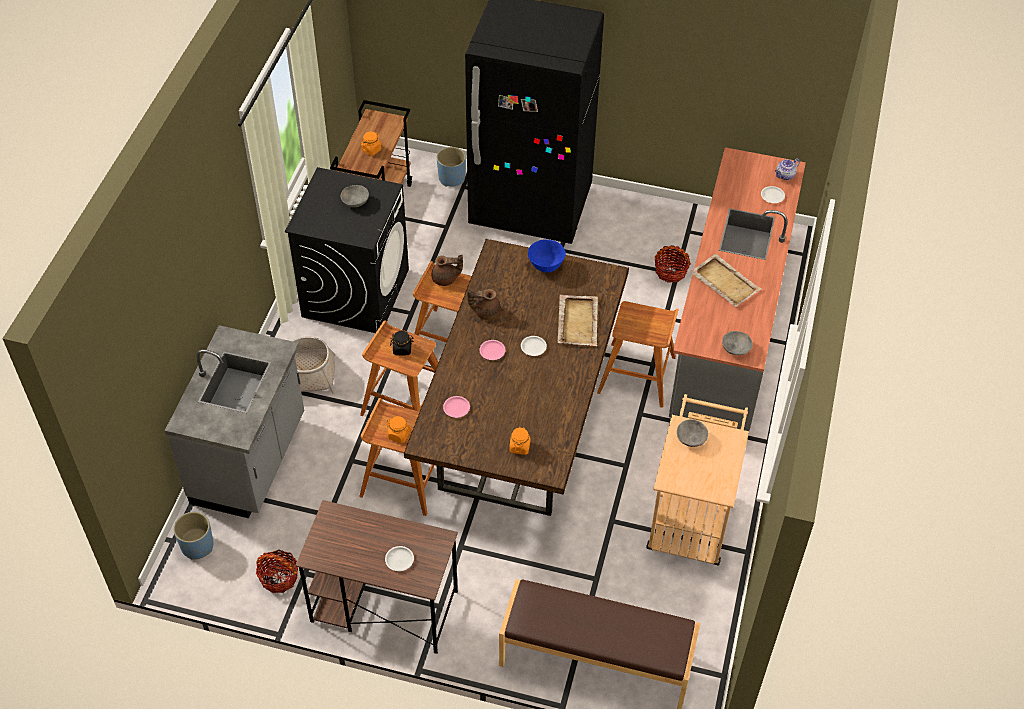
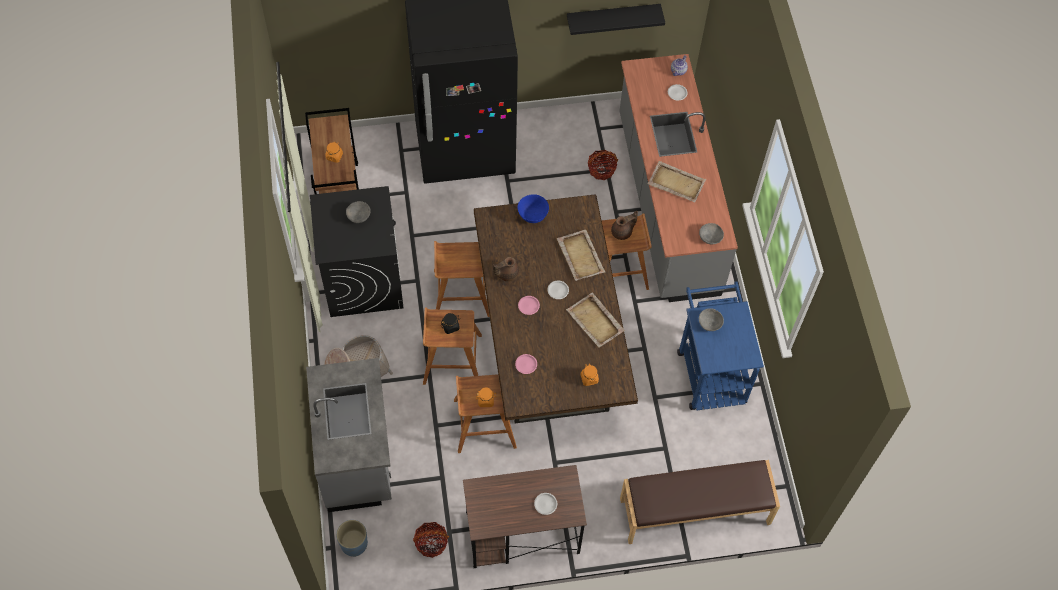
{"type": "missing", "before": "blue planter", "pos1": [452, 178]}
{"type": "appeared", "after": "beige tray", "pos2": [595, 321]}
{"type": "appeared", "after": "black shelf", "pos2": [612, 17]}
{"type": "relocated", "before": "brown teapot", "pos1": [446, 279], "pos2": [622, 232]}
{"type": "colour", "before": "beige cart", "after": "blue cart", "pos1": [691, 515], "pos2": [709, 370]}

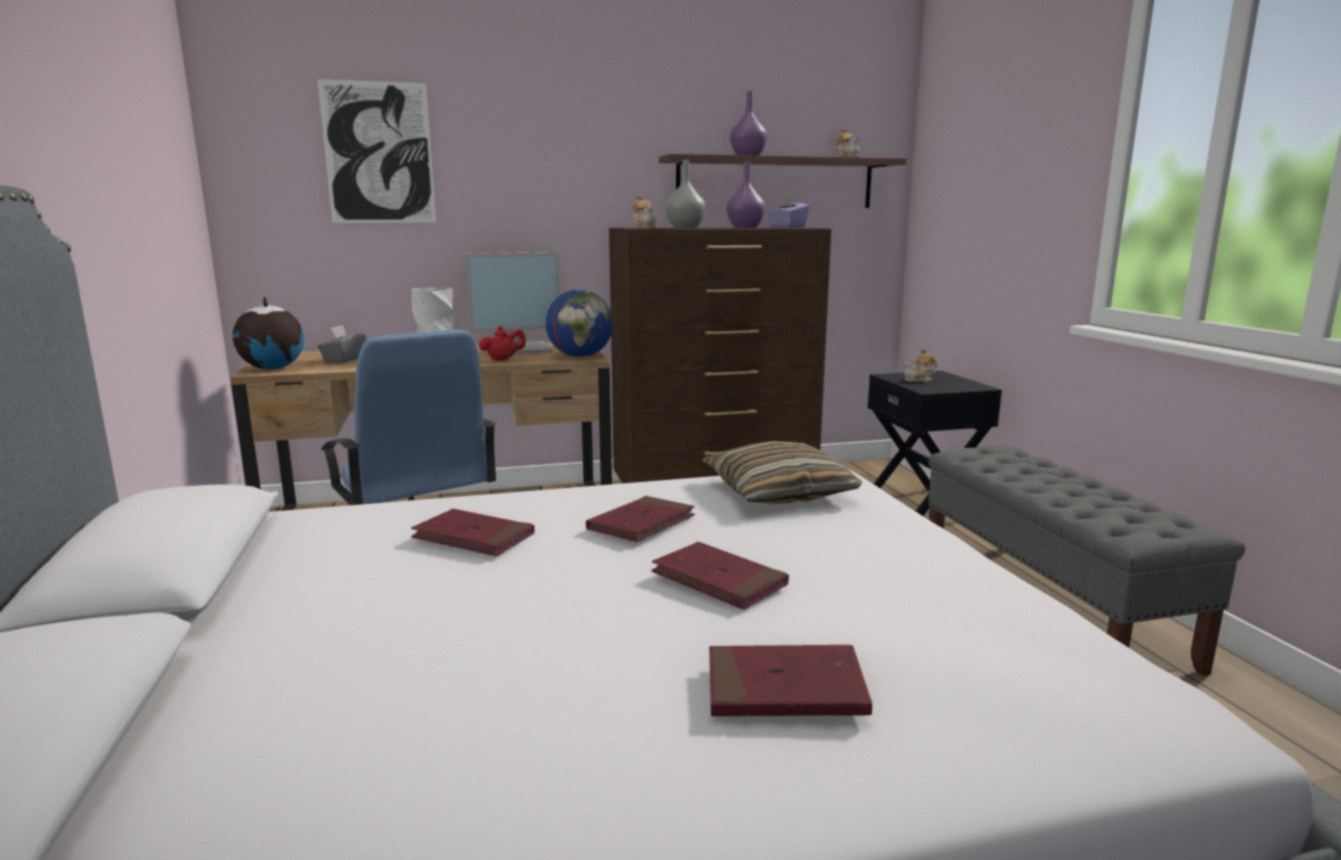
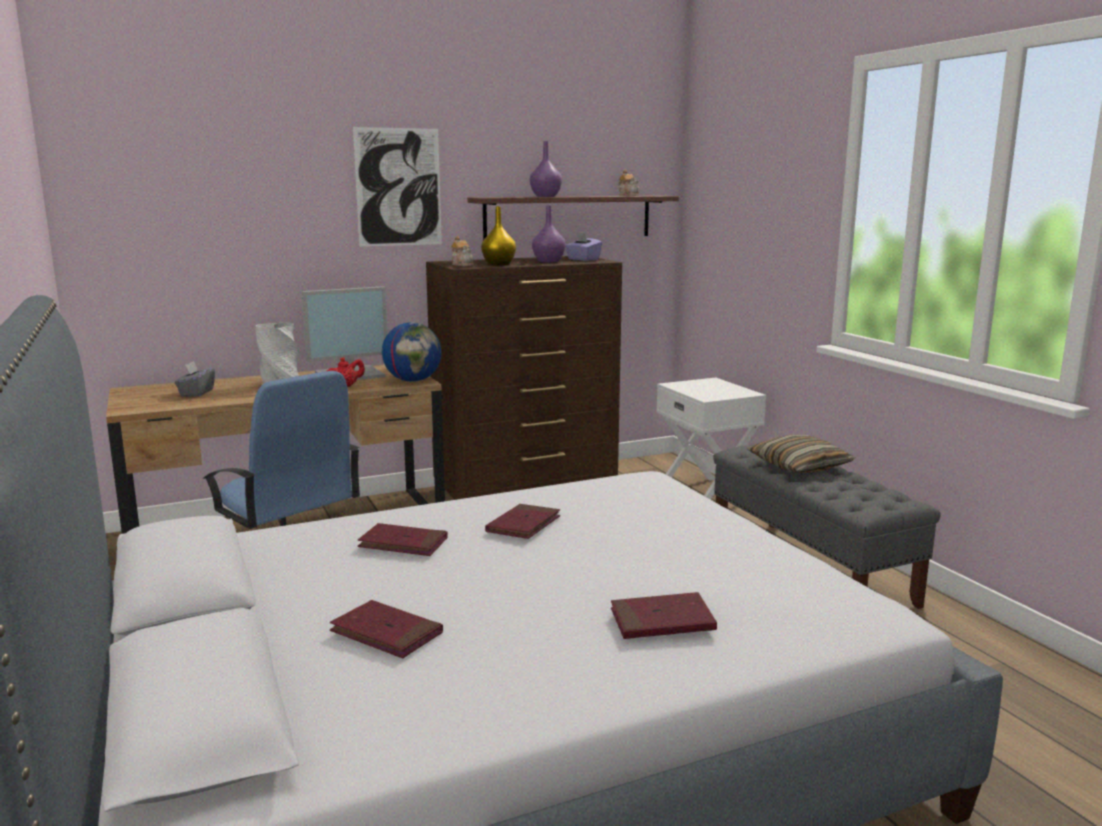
{"type": "missing", "before": "globe", "pos1": [272, 369]}
{"type": "missing", "before": "teapot", "pos1": [919, 380]}
{"type": "relocated", "before": "picture", "pos1": [379, 153], "pos2": [398, 187]}
{"type": "relocated", "before": "red book", "pos1": [719, 580], "pos2": [386, 633]}
{"type": "relocated", "before": "pillow", "pos1": [778, 492], "pos2": [799, 466]}
{"type": "colour", "before": "grey vase", "after": "yellow vase", "pos1": [684, 228], "pos2": [498, 264]}
{"type": "colour", "before": "black nightstand", "after": "white nightstand", "pos1": [923, 506], "pos2": [706, 494]}

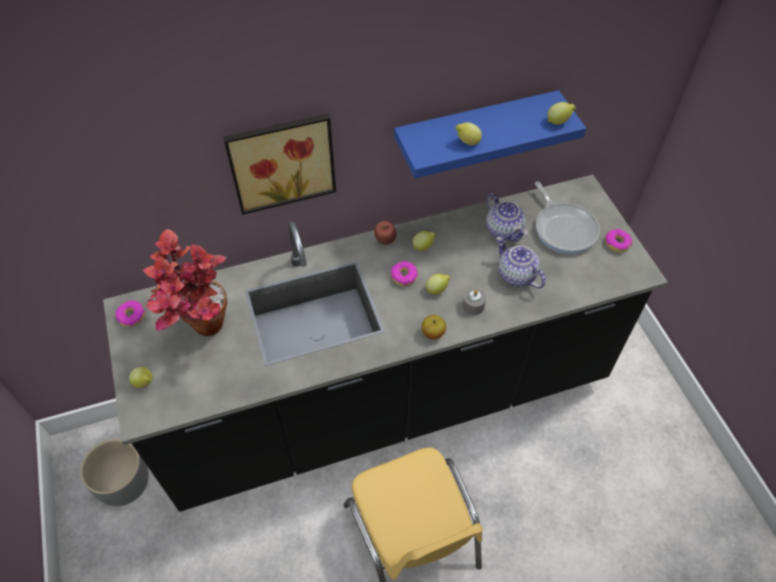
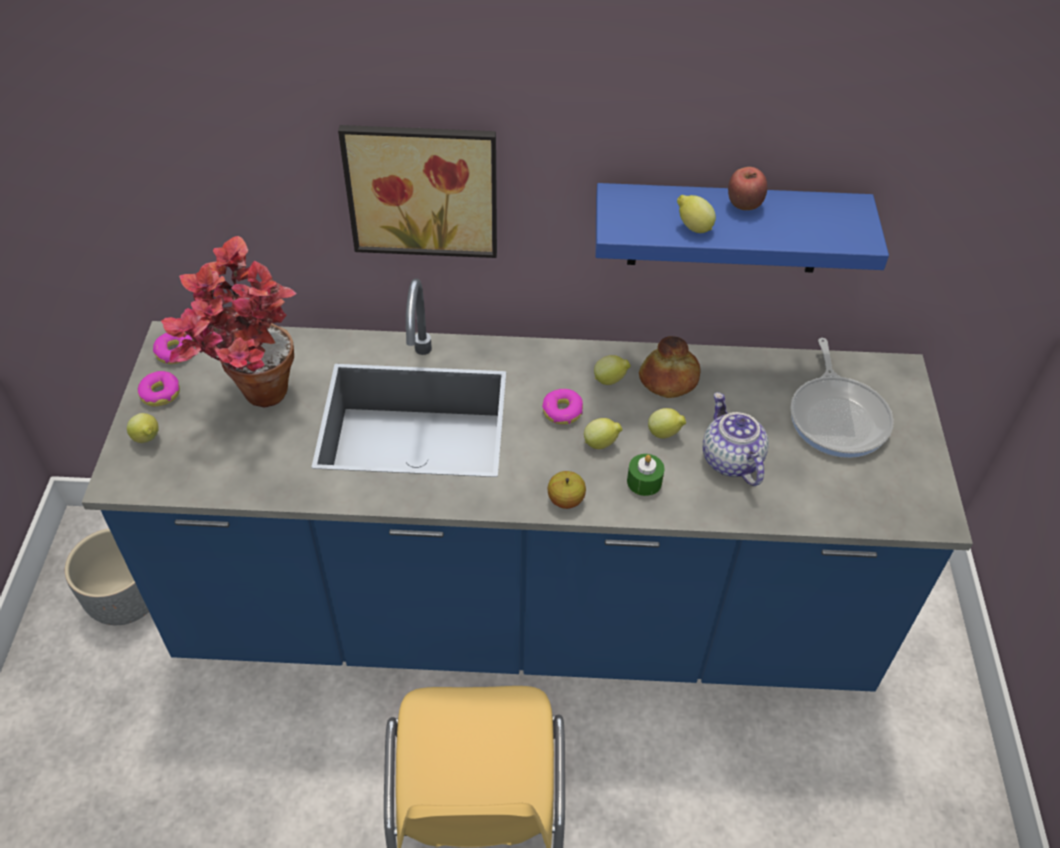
{"type": "missing", "before": "teapot", "pos1": [504, 230]}
{"type": "appeared", "after": "bread", "pos2": [669, 379]}
{"type": "relocated", "before": "apple", "pos1": [385, 240], "pos2": [744, 206]}
{"type": "relocated", "before": "lemon", "pos1": [558, 122], "pos2": [665, 434]}
{"type": "relocated", "before": "donut", "pos1": [617, 243], "pos2": [160, 393]}
{"type": "colour", "before": "black counter", "after": "blue counter", "pos1": [388, 402], "pos2": [525, 615]}
{"type": "colour", "before": "grey candle", "after": "green candle", "pos1": [473, 305], "pos2": [644, 481]}

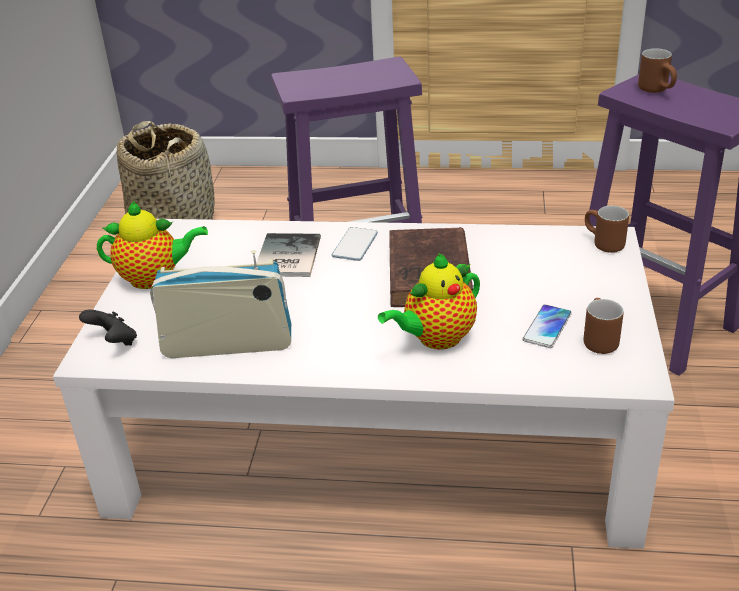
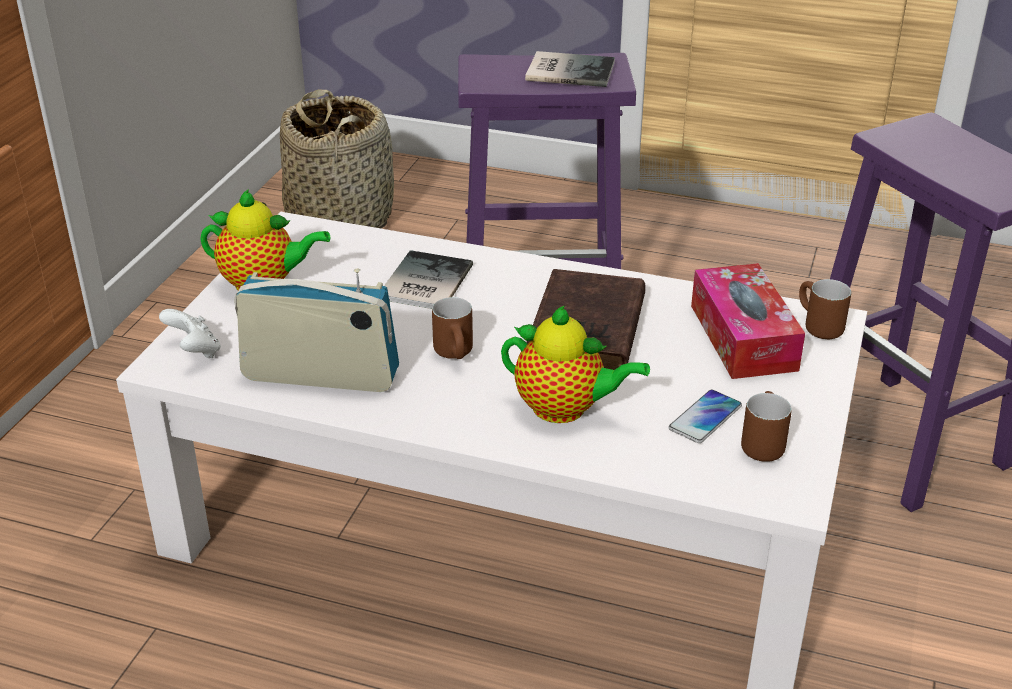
{"type": "missing", "before": "phone", "pos1": [355, 245]}
{"type": "appeared", "after": "book", "pos2": [568, 70]}
{"type": "appeared", "after": "tissue box", "pos2": [743, 337]}
{"type": "relocated", "before": "brown mug", "pos1": [658, 90], "pos2": [457, 354]}
{"type": "colour", "before": "black game controller", "after": "white game controller", "pos1": [114, 342], "pos2": [195, 351]}
{"type": "spun", "before": "teapot", "pos1": [436, 339], "pos2": [565, 409], "turn": -135}

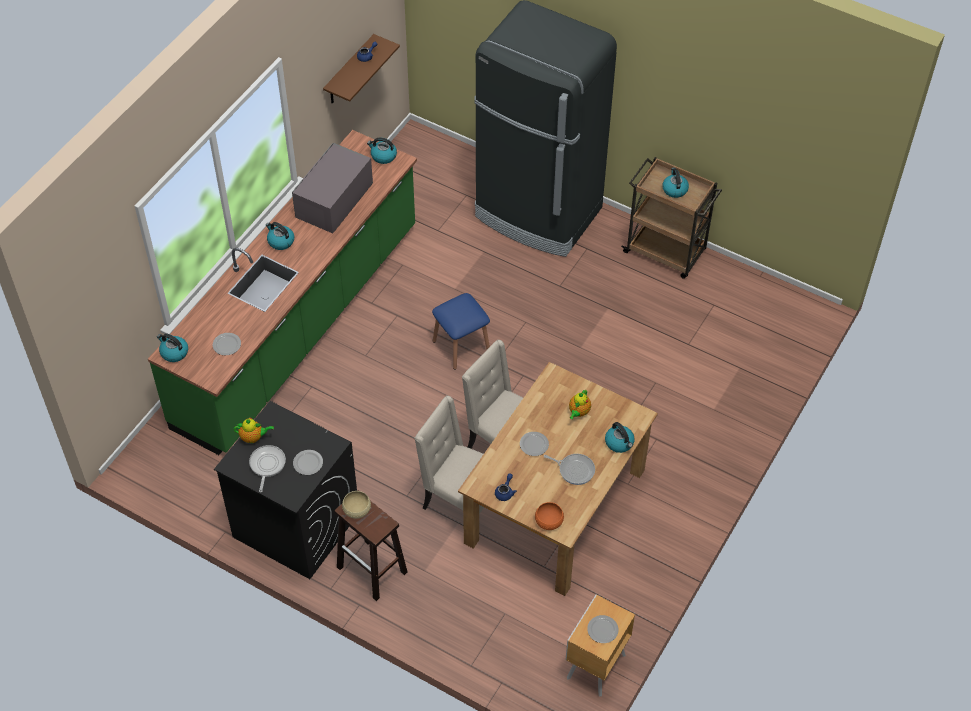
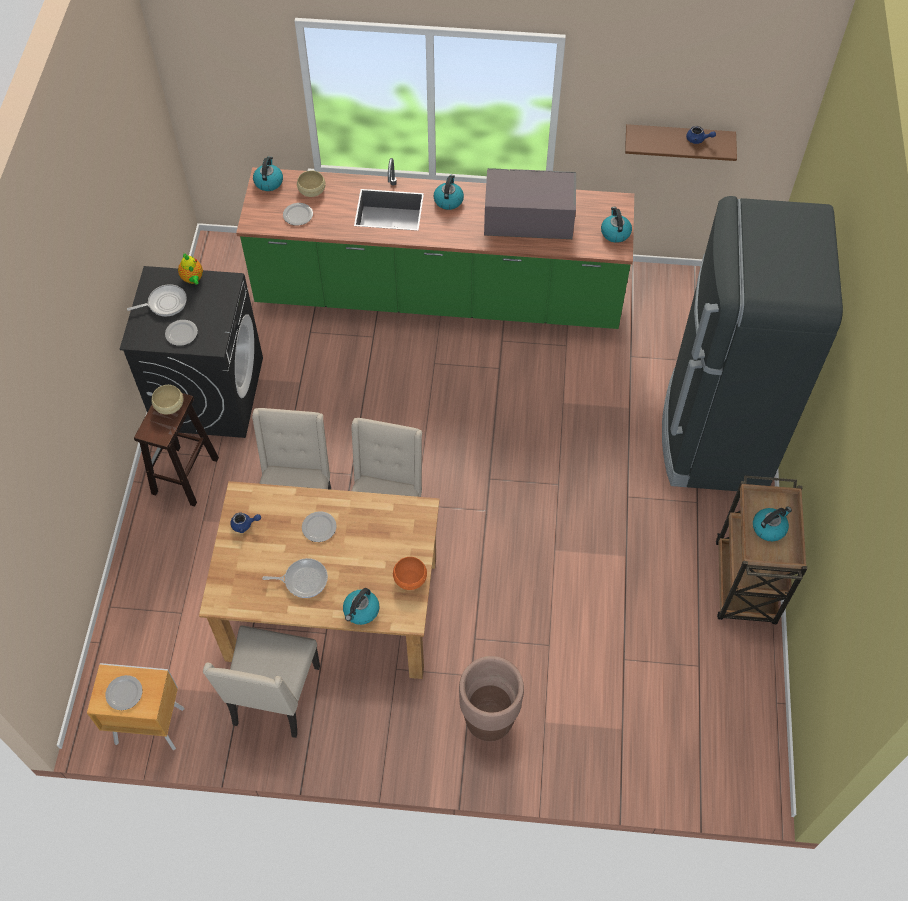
{"type": "missing", "before": "blue stool", "pos1": [461, 346]}
{"type": "missing", "before": "teapot", "pos1": [578, 412]}
{"type": "appeared", "after": "beige chair", "pos2": [274, 697]}
{"type": "appeared", "after": "beige bowl", "pos2": [312, 189]}
{"type": "appeared", "after": "brown planter", "pos2": [489, 721]}
{"type": "relocated", "before": "orange bowl", "pos1": [549, 520], "pos2": [410, 577]}
{"type": "spun", "before": "frying pan", "pos1": [574, 470], "pos2": [303, 580], "turn": -90}

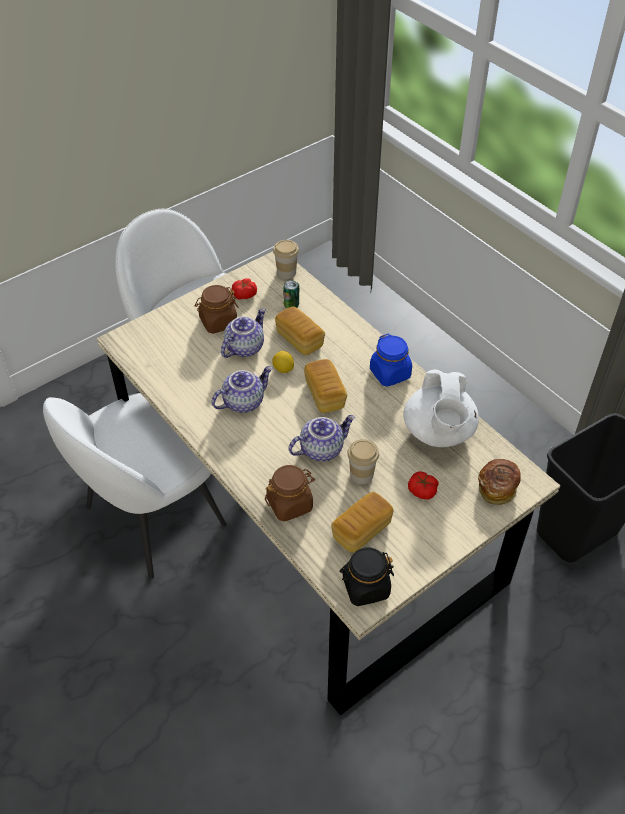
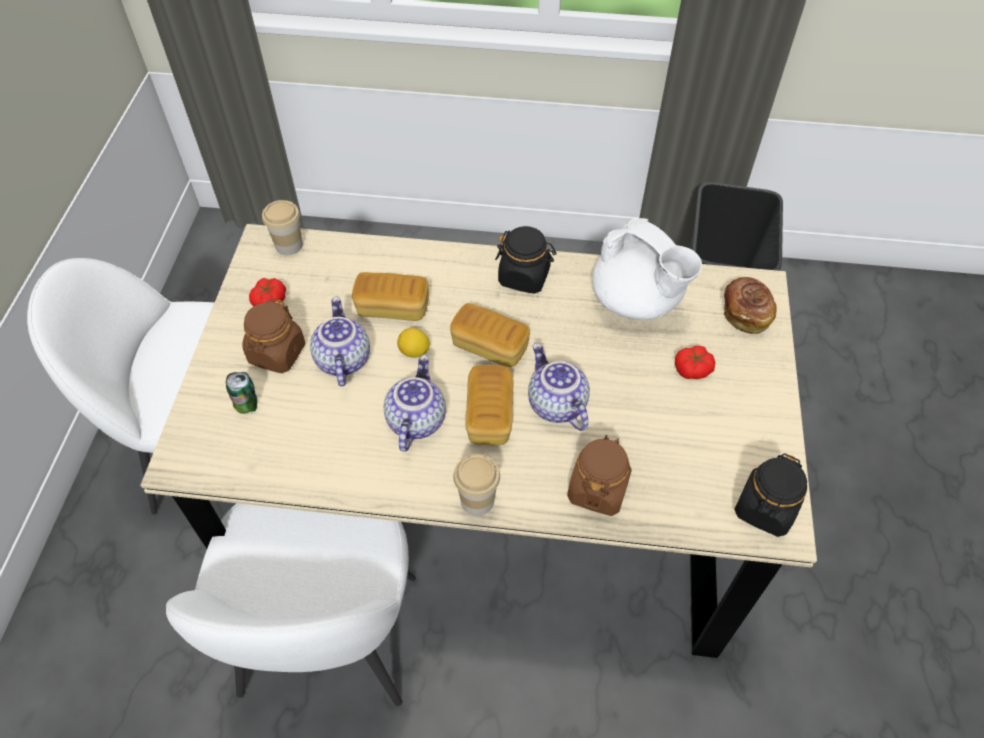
{"type": "relocated", "before": "can", "pos1": [291, 306], "pos2": [247, 406]}
{"type": "relocated", "before": "bread", "pos1": [361, 530], "pos2": [489, 416]}
{"type": "relocated", "before": "cup", "pos1": [361, 474], "pos2": [477, 500]}
{"type": "colour", "before": "blue jar", "after": "black jar", "pos1": [390, 373], "pos2": [524, 276]}
{"type": "spun", "before": "teapot", "pos1": [321, 448], "pos2": [555, 405], "turn": -45}

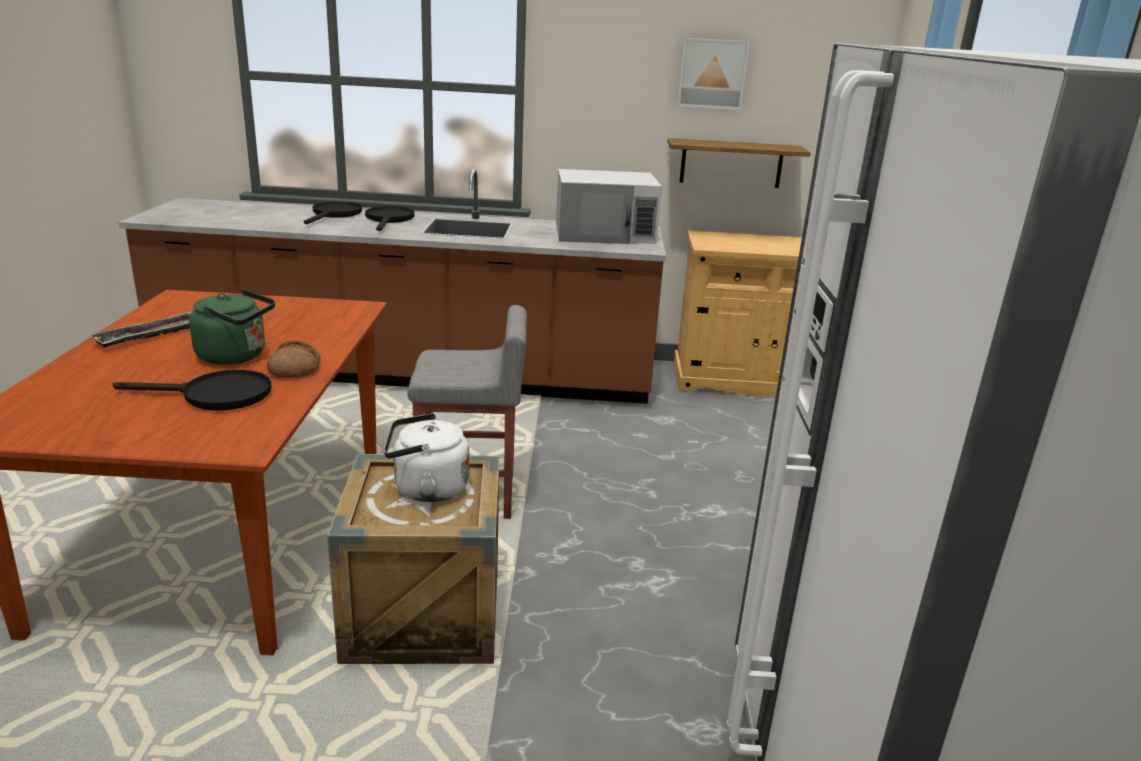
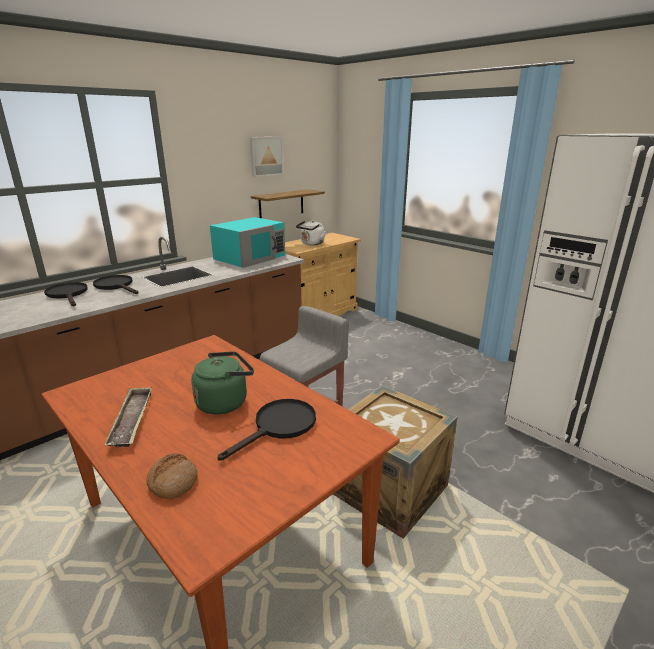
{"type": "relocated", "before": "bread", "pos1": [295, 369], "pos2": [172, 482]}
{"type": "relocated", "before": "white kettle", "pos1": [426, 489], "pos2": [311, 244]}
{"type": "colour", "before": "white microwave", "after": "turquoise microwave", "pos1": [605, 233], "pos2": [250, 257]}

